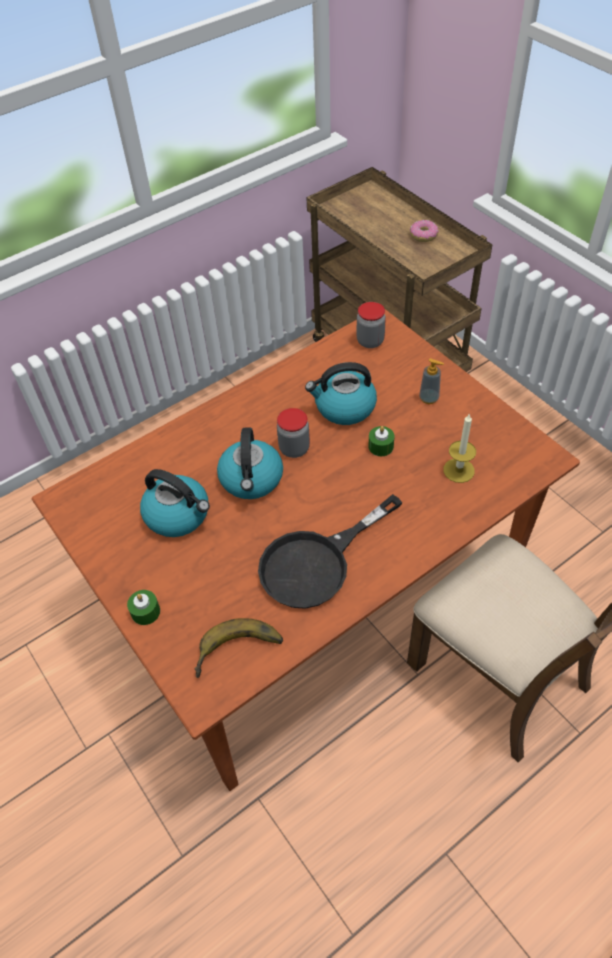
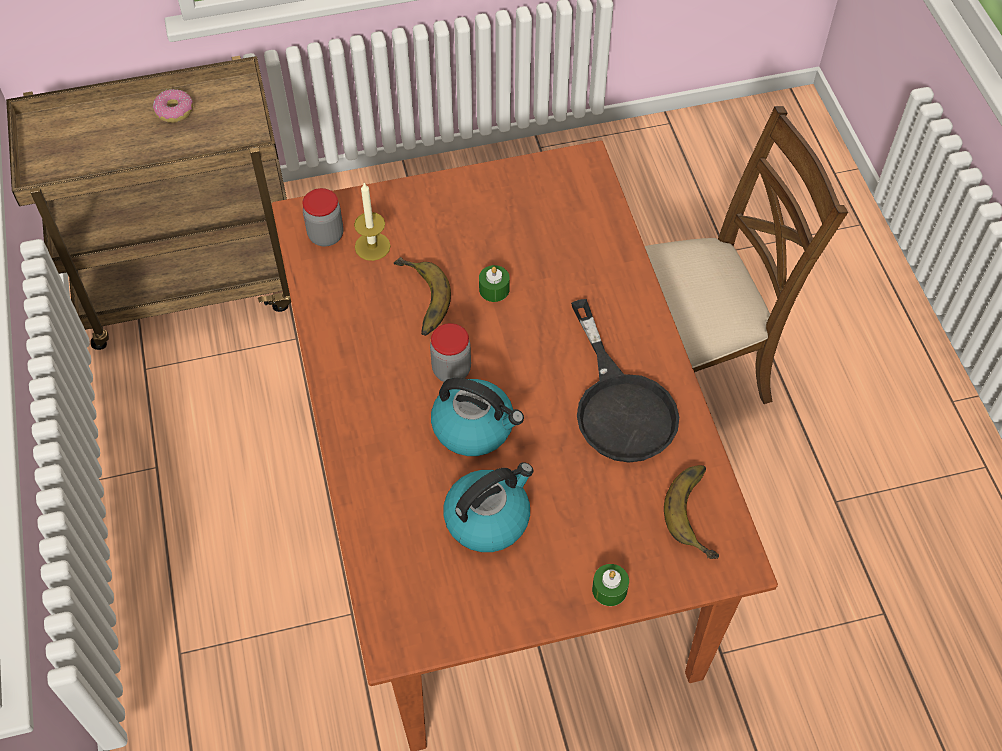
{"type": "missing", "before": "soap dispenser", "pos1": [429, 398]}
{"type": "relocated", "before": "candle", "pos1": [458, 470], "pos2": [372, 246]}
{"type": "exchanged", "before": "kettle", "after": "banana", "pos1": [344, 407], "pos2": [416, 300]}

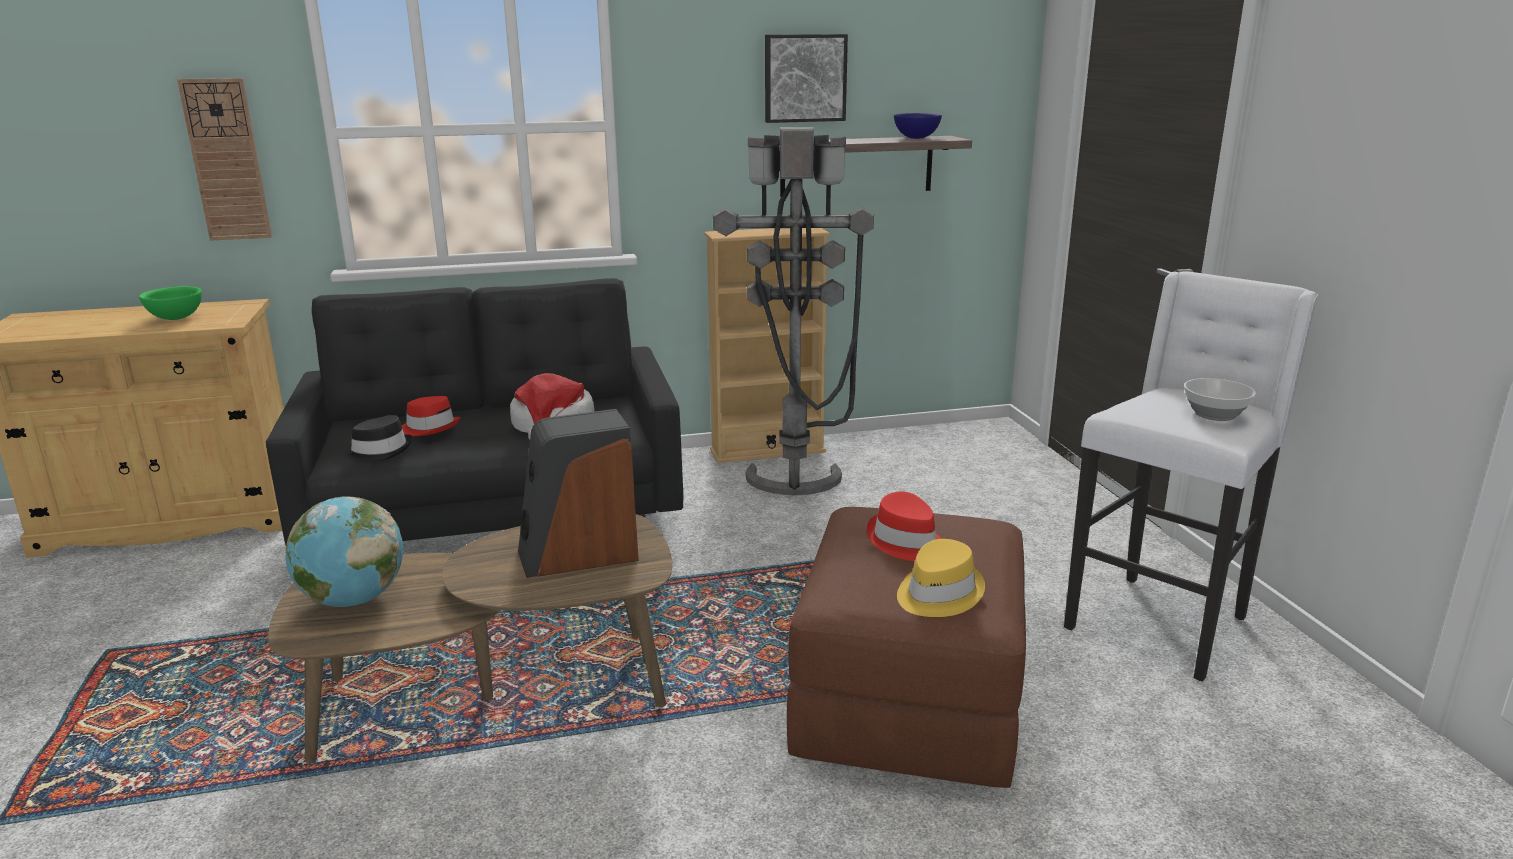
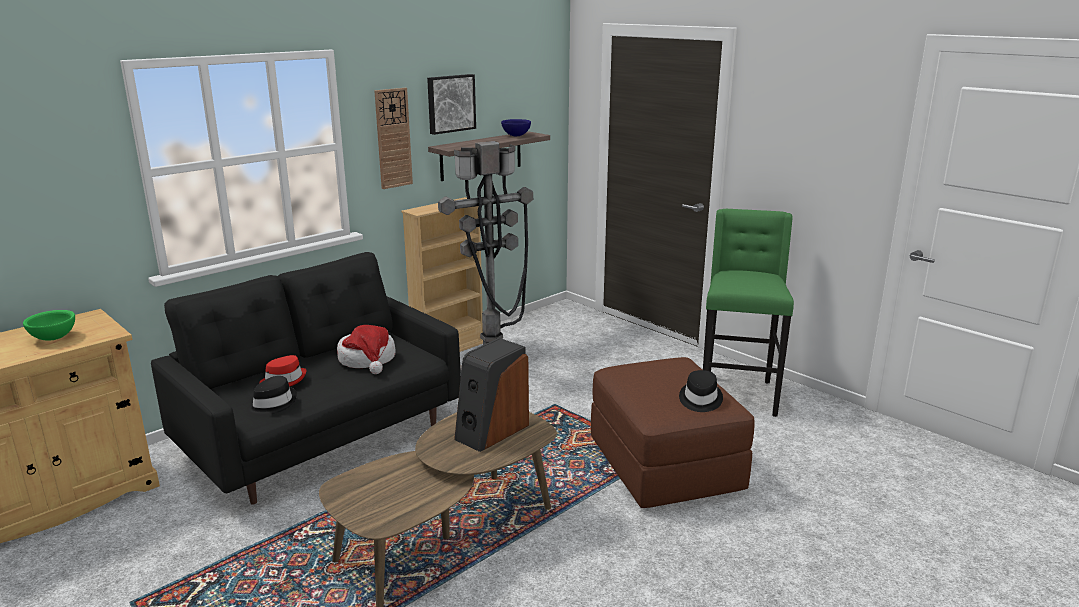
{"type": "missing", "before": "globe", "pos1": [353, 600]}
{"type": "missing", "before": "red hat", "pos1": [906, 542]}
{"type": "missing", "before": "bowl", "pos1": [1213, 414]}
{"type": "relocated", "before": "wall clock", "pos1": [226, 160], "pos2": [393, 138]}
{"type": "colour", "before": "yellow hat", "after": "black hat", "pos1": [937, 593], "pos2": [700, 399]}
{"type": "colour", "before": "white stool", "after": "green stool", "pos1": [1160, 623], "pos2": [737, 394]}

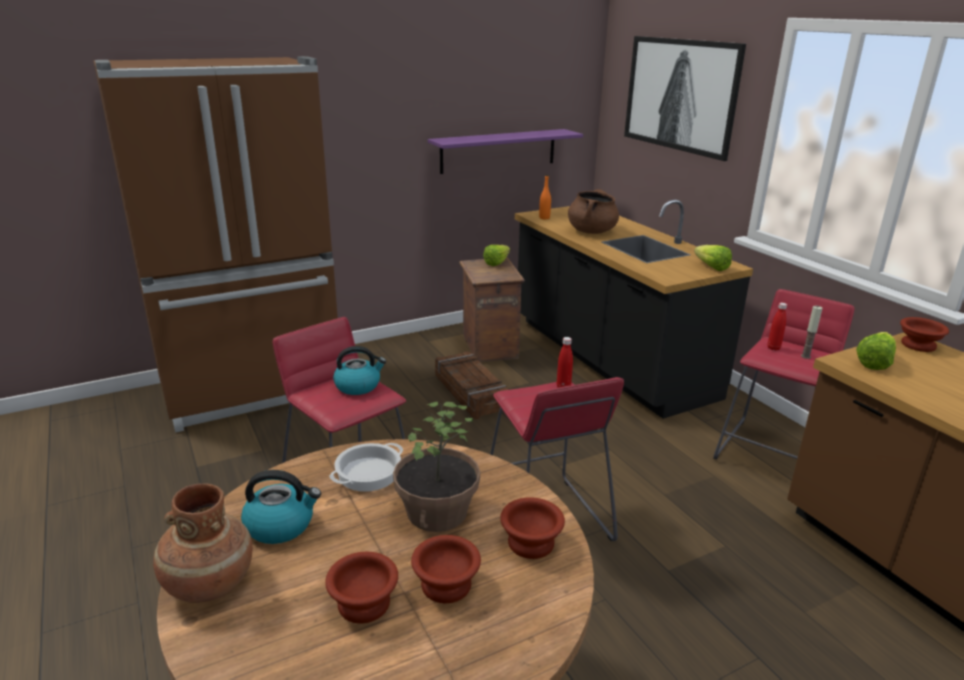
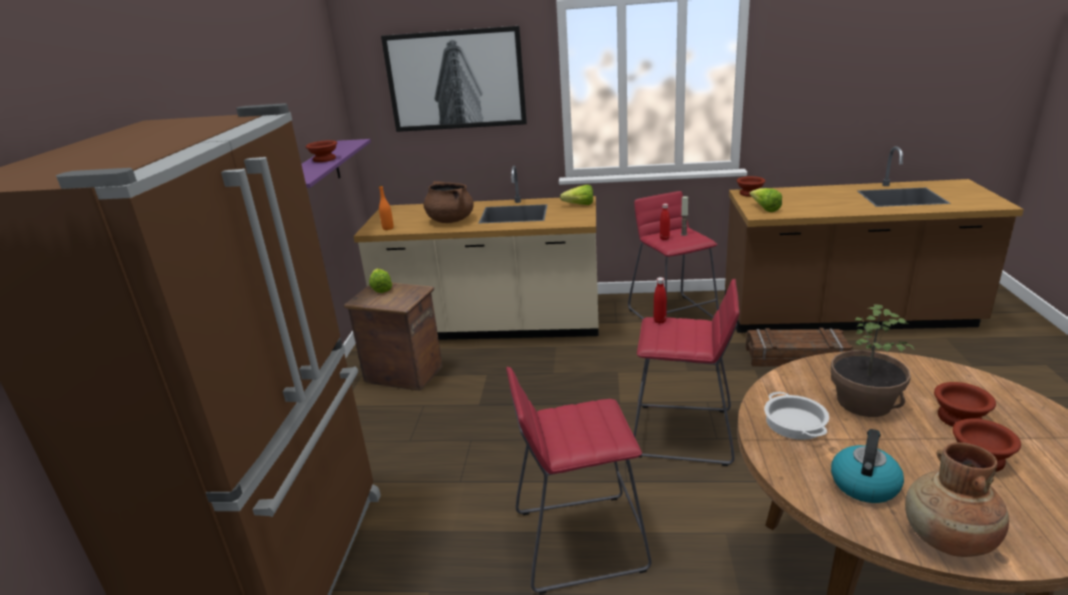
{"type": "missing", "before": "kettle", "pos1": [358, 386]}
{"type": "relocated", "before": "crate", "pos1": [471, 392], "pos2": [796, 356]}
{"type": "relocated", "before": "brown bowl", "pos1": [531, 541], "pos2": [324, 159]}
{"type": "colour", "before": "black counter", "after": "beige counter", "pos1": [608, 358], "pos2": [492, 325]}

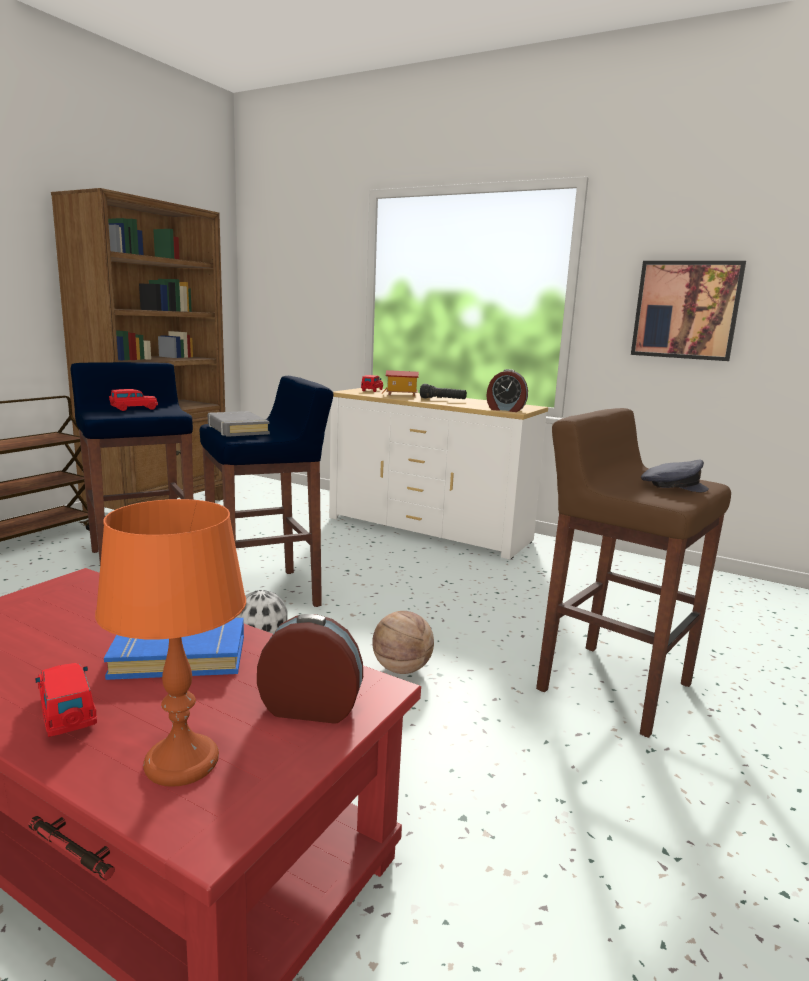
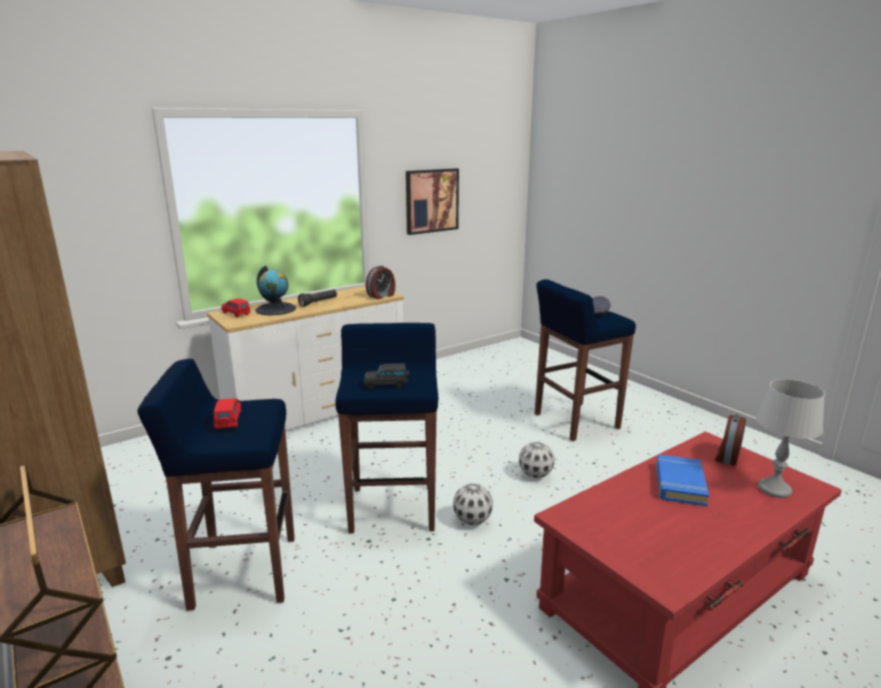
{"type": "missing", "before": "red toy car", "pos1": [67, 713]}
{"type": "exchanged", "before": "grey book", "after": "black toy car", "pos1": [237, 429], "pos2": [387, 384]}
{"type": "exchanged", "before": "basketball", "after": "football", "pos1": [401, 669], "pos2": [535, 475]}
{"type": "exchanged", "before": "toy house", "after": "globe", "pos1": [401, 394], "pos2": [276, 309]}
{"type": "colour", "before": "orange table lamp", "after": "grey table lamp", "pos1": [183, 762], "pos2": [774, 489]}
{"type": "colour", "before": "brown stool", "after": "blue stool", "pos1": [612, 686], "pos2": [575, 421]}

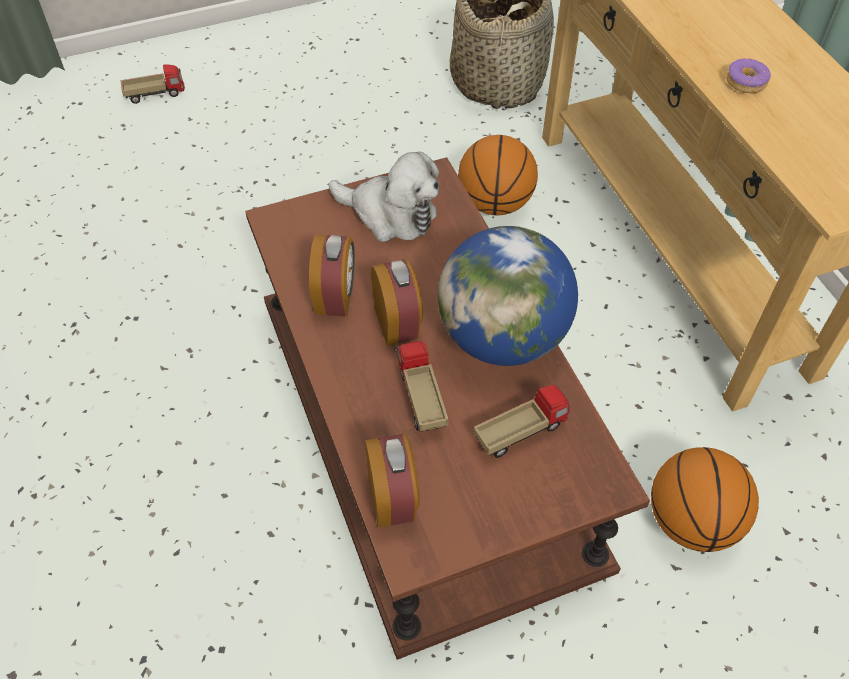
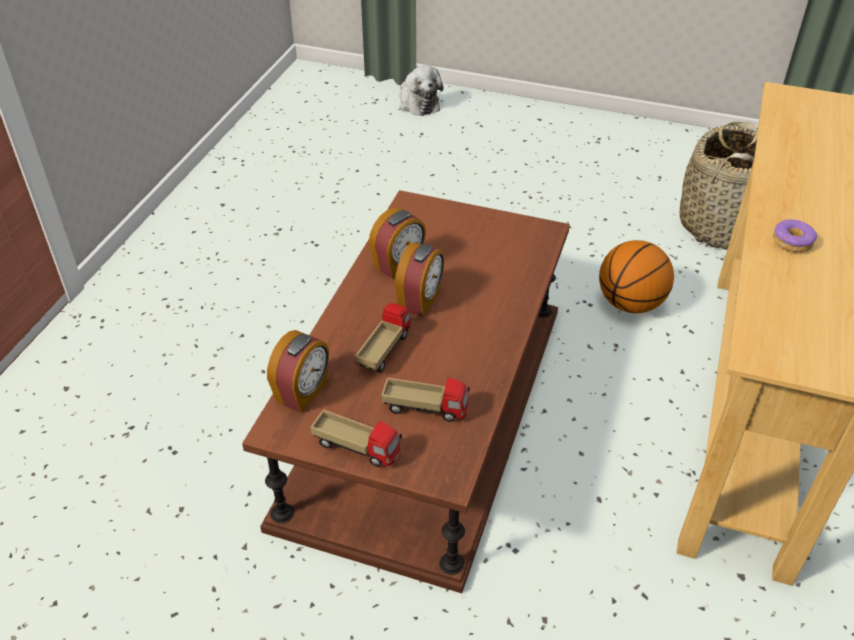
{"type": "missing", "before": "globe", "pos1": [502, 337]}
{"type": "missing", "before": "basketball", "pos1": [691, 522]}
{"type": "relocated", "before": "toy truck", "pos1": [155, 94], "pos2": [357, 448]}
{"type": "relocated", "before": "plush toy", "pos1": [390, 214], "pos2": [417, 103]}

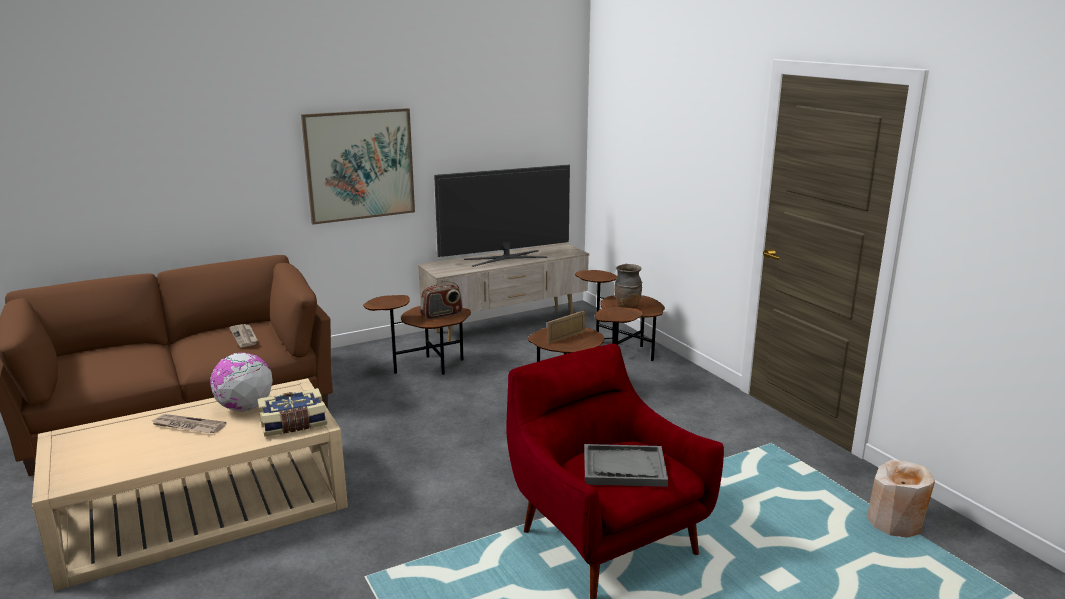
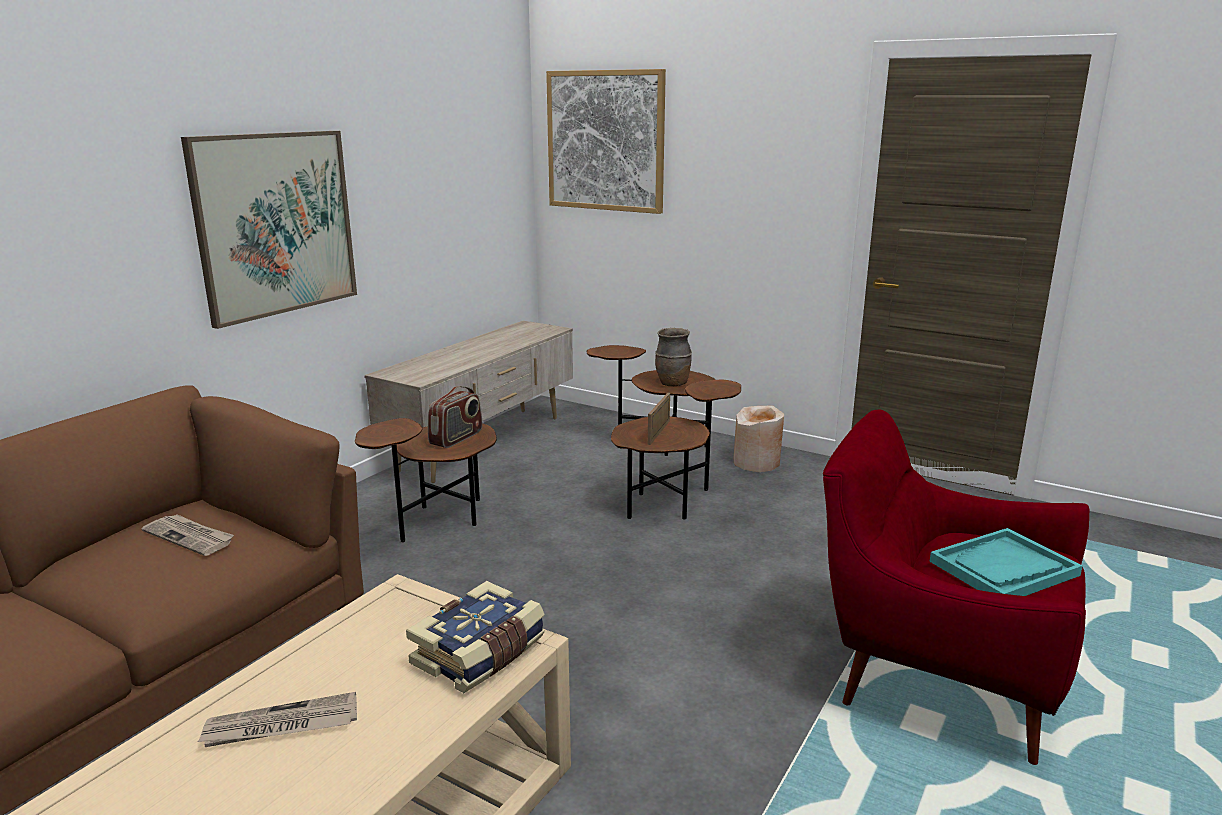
{"type": "missing", "before": "globe", "pos1": [244, 408]}
{"type": "missing", "before": "television", "pos1": [506, 258]}
{"type": "appeared", "after": "picture", "pos2": [605, 141]}
{"type": "relocated", "before": "beige vase", "pos1": [895, 522], "pos2": [756, 462]}
{"type": "colour", "before": "grey tray", "after": "turquoise tray", "pos1": [624, 468], "pos2": [1003, 568]}

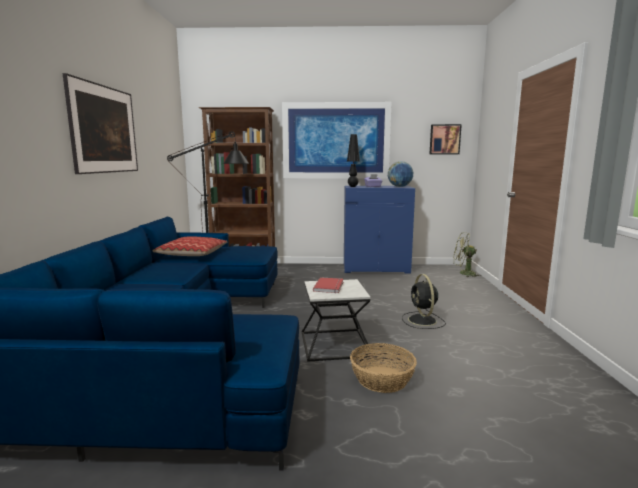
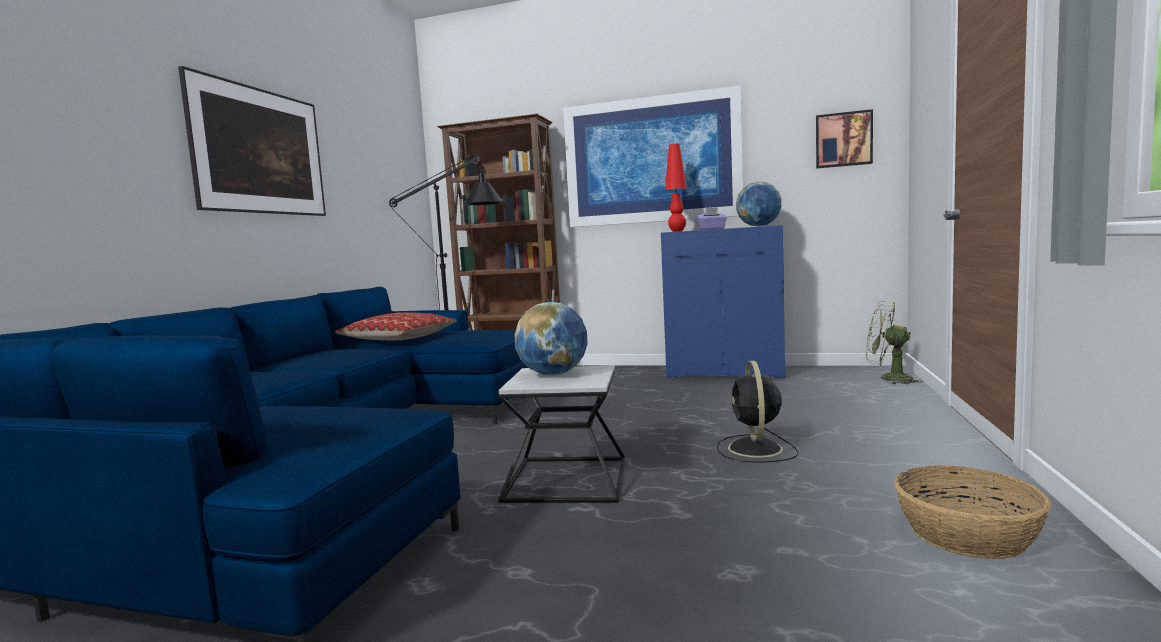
{"type": "relocated", "before": "basket", "pos1": [382, 379], "pos2": [968, 535]}
{"type": "exchanged", "before": "red book", "after": "globe", "pos1": [330, 286], "pos2": [553, 374]}
{"type": "colour", "before": "black table lamp", "after": "red table lamp", "pos1": [352, 186], "pos2": [677, 231]}

